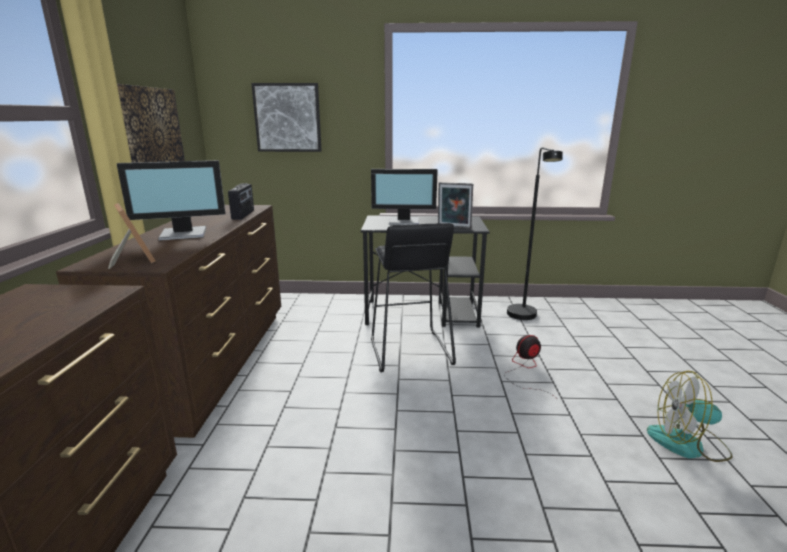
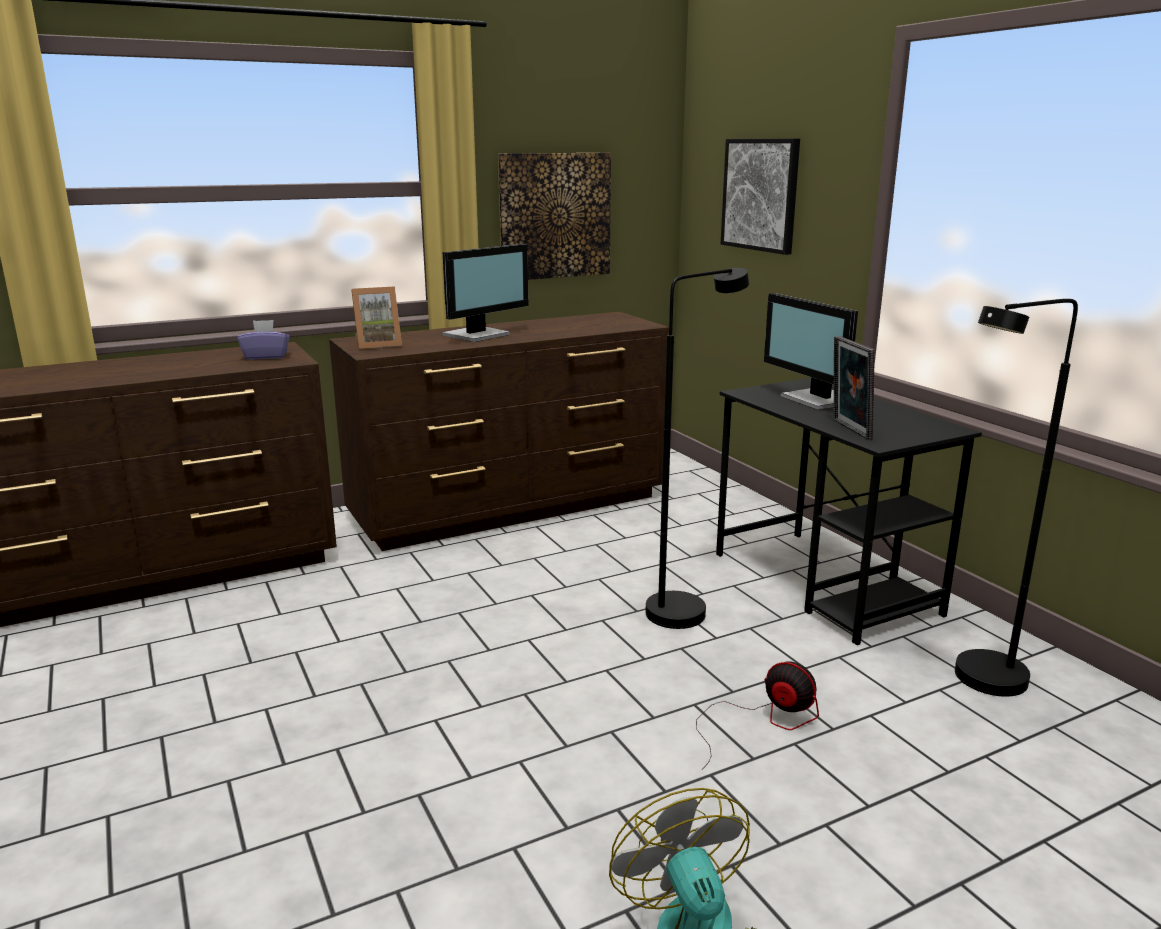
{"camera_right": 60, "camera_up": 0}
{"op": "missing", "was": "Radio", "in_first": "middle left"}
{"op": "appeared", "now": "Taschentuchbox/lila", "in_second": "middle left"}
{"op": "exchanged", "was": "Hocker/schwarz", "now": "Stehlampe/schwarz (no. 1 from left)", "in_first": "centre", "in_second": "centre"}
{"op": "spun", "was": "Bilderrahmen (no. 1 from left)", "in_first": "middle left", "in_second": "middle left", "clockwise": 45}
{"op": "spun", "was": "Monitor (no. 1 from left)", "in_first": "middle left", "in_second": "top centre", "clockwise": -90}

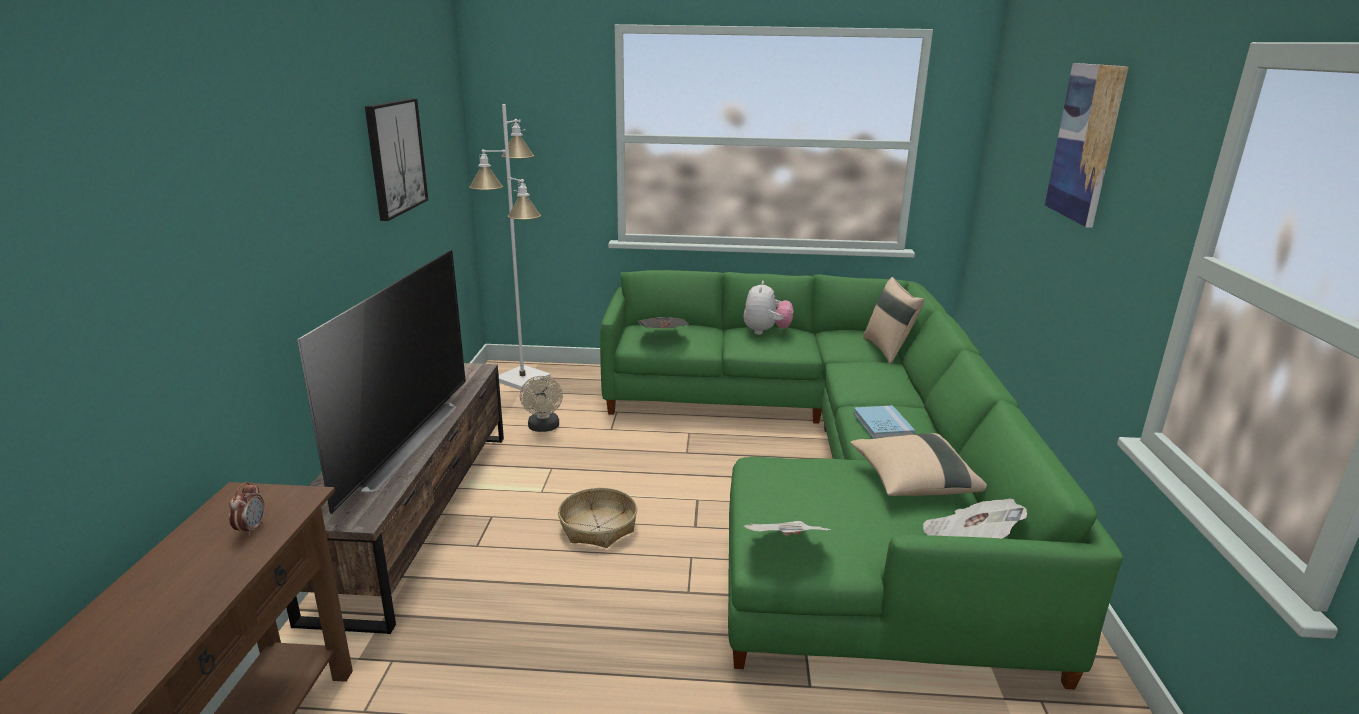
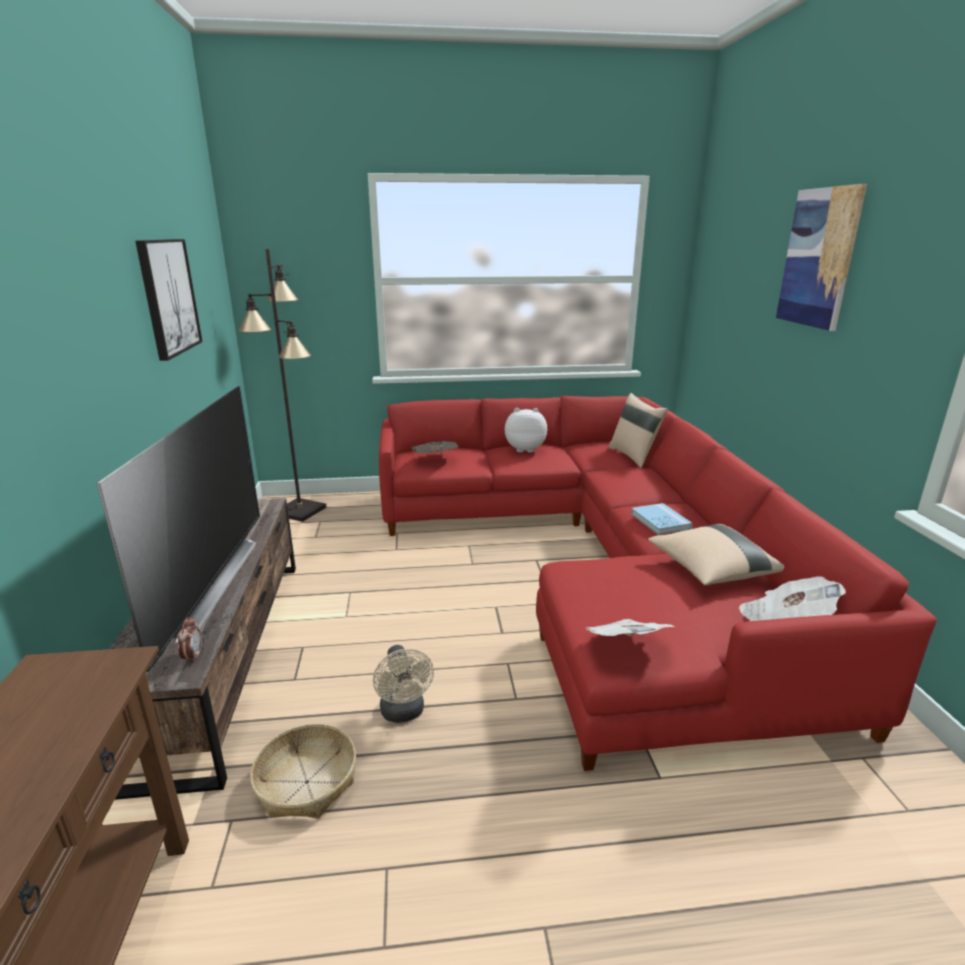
{"camera_right": -10, "camera_up": 0}
{"op": "relocated", "was": "Wecker", "in_first": "bottom left", "in_second": "middle left"}
{"op": "relocated", "was": "Ventilator/beige", "in_first": "centre", "in_second": "bottom centre"}
{"op": "relocated", "was": "Korb", "in_first": "bottom centre", "in_second": "bottom left"}
{"op": "colour", "was": "Stehlampe/weiß", "now": "Stehlampe/schwarz", "in_first": "centre", "in_second": "middle left"}
{"op": "colour", "was": "Sofa/grün", "now": "Sofa/rot", "in_first": "bottom centre", "in_second": "middle right"}
{"op": "spun", "was": "Plüschtier", "in_first": "centre", "in_second": "centre", "clockwise": -90}

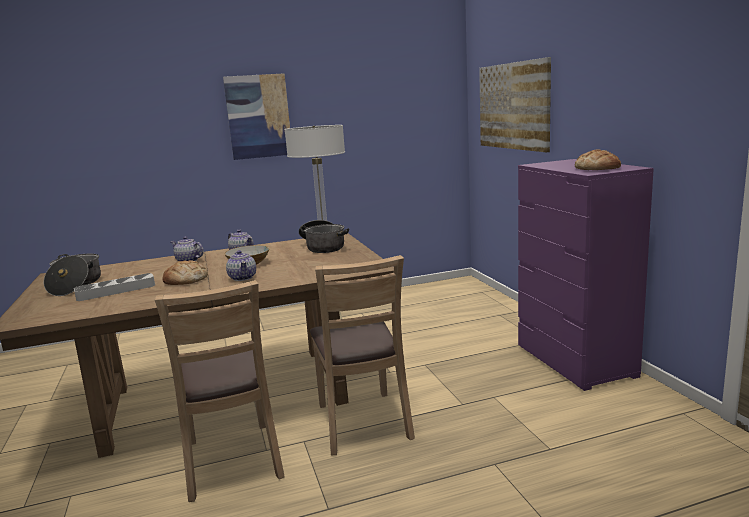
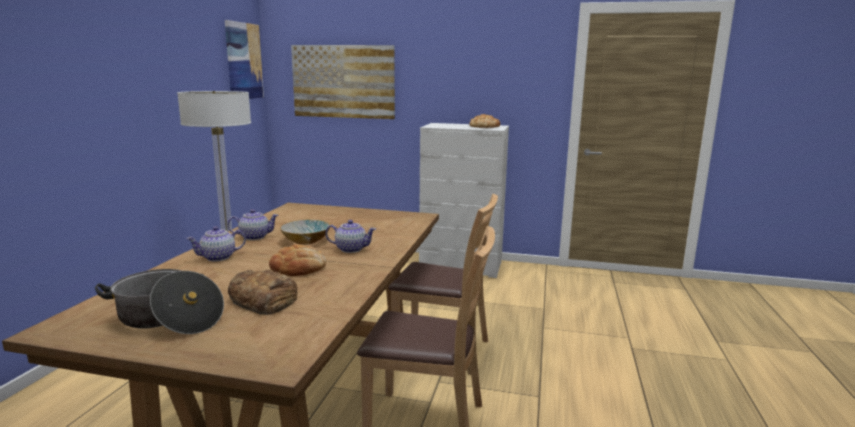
{"camera_right": -60, "camera_up": 0}
{"op": "missing", "was": "Kochtopf (no. 2 from left)", "in_first": "centre"}
{"op": "relocated", "was": "Bild (no. 1 from left)", "in_first": "top centre", "in_second": "top left"}
{"op": "exchanged", "was": "Tablett/grau", "now": "Brot (no. 1 from left)", "in_first": "middle left", "in_second": "bottom left"}
{"op": "colour", "was": "Kommode/lila", "now": "Kommode/weiß", "in_first": "middle right", "in_second": "centre"}

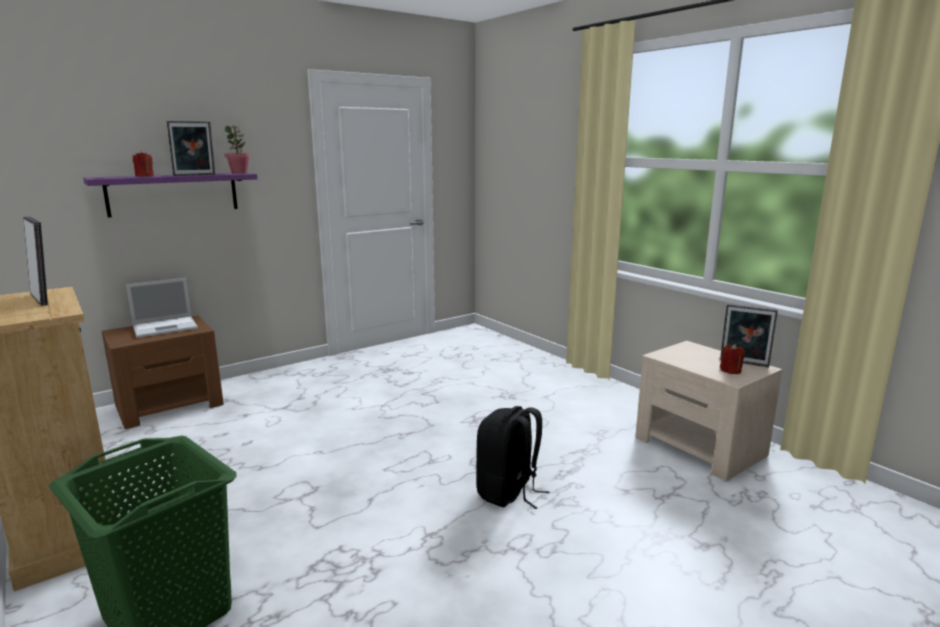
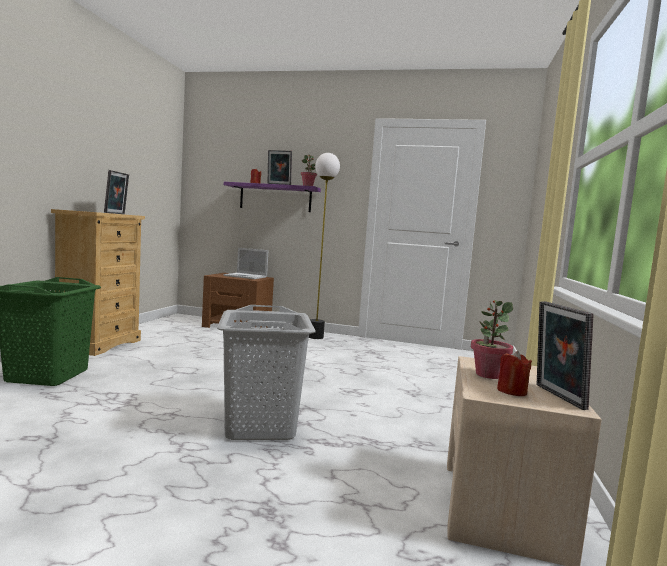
{"camera_right": 50, "camera_up": -10}
{"op": "appeared", "now": "Stehlampe", "in_second": "centre"}
{"op": "appeared", "now": "Topfpflanze (no. 2 from left)", "in_second": "middle right"}
{"op": "exchanged", "was": "Rucksack/schwarz", "now": "Wäschekorb/grau", "in_first": "bottom centre", "in_second": "centre"}

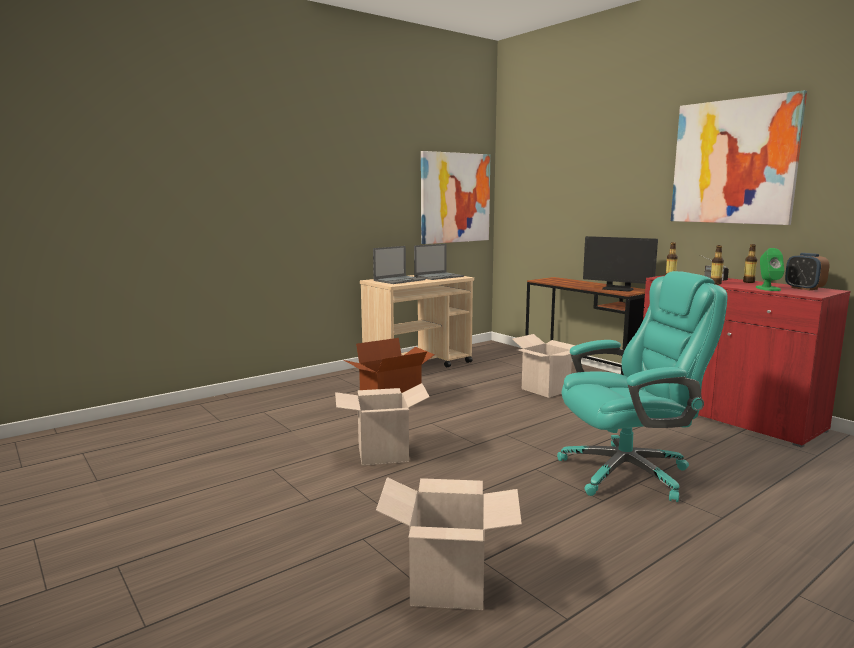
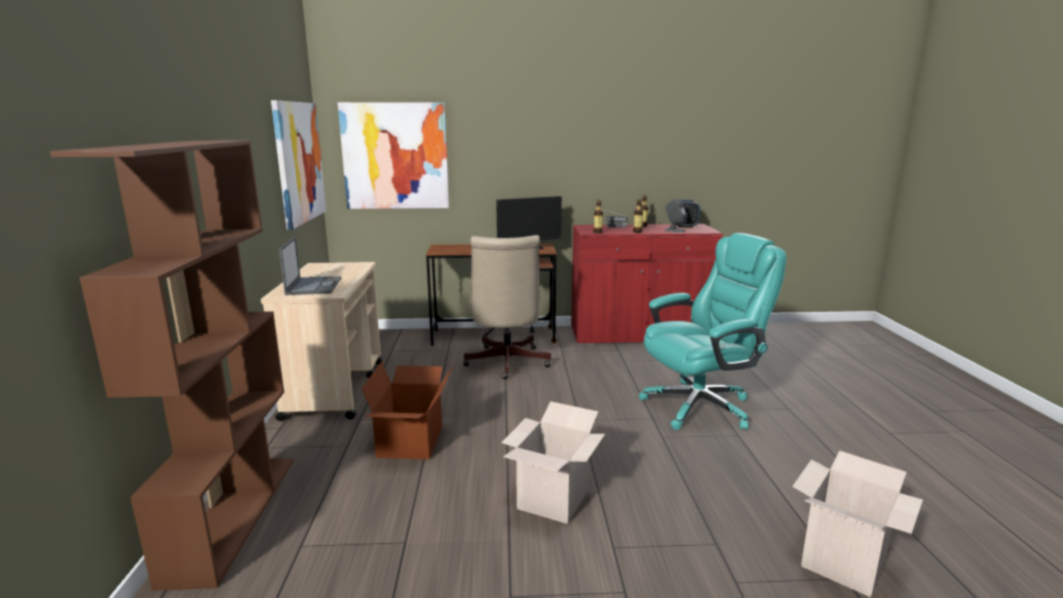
{"camera_right": -55, "camera_up": 5}
{"op": "missing", "was": "Laptop (no. 2 from left)", "in_first": "centre"}
{"op": "appeared", "now": "Bücherregal/braun", "in_second": "middle left"}
{"op": "relocated", "was": "Bild (no. 2 from left)", "in_first": "top right", "in_second": "top centre"}
{"op": "exchanged", "was": "Karton (no. 4 from left)", "now": "Bürostuhl/beige", "in_first": "centre", "in_second": "centre"}
{"op": "colour", "was": "Lautsprecher/grün", "now": "Lautsprecher/grau", "in_first": "middle right", "in_second": "centre"}
{"op": "spun", "was": "Bürostuhl/türkis", "in_first": "middle right", "in_second": "middle right", "clockwise": 45}

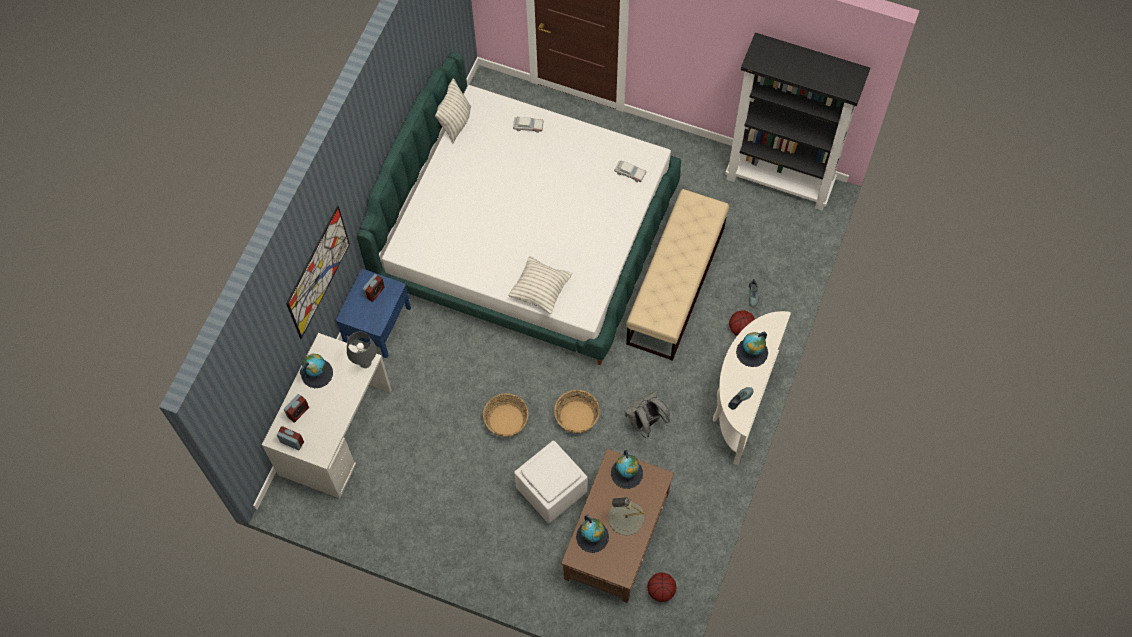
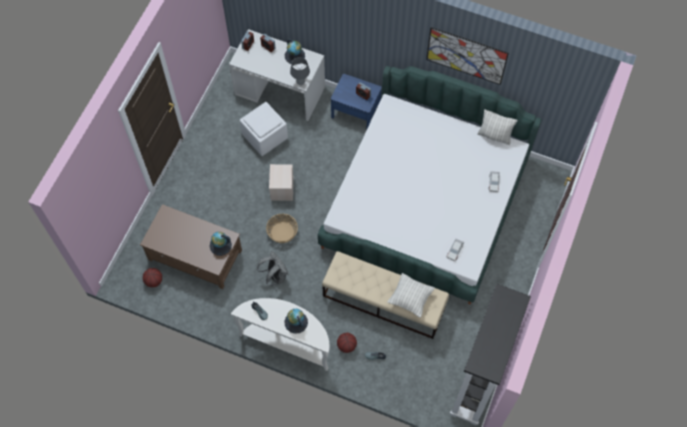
{"camera_right": 90, "camera_up": 0}
{"op": "missing", "was": "Globus (no. 2 from left)", "in_first": "bottom centre"}
{"op": "missing", "was": "Tischlampe/grau (no. 2 from left)", "in_first": "bottom centre"}
{"op": "relocated", "was": "Bild", "in_first": "middle left", "in_second": "top right"}
{"op": "relocated", "was": "Kissen (no. 2 from left in the first image)", "now": "Kissen (no. 1 from left)", "in_first": "centre", "in_second": "bottom centre"}
{"op": "relocated", "was": "Polsterhocker/weiß", "in_first": "bottom centre", "in_second": "top centre"}
{"op": "exchanged", "was": "Korb (no. 1 from left)", "now": "Aufbewahrungsbox/beige", "in_first": "centre", "in_second": "centre"}

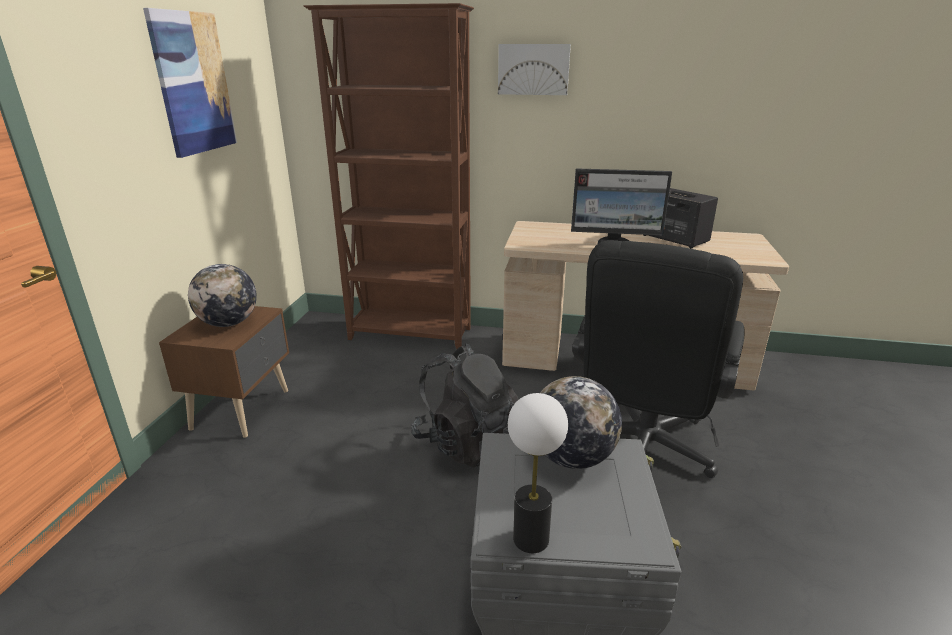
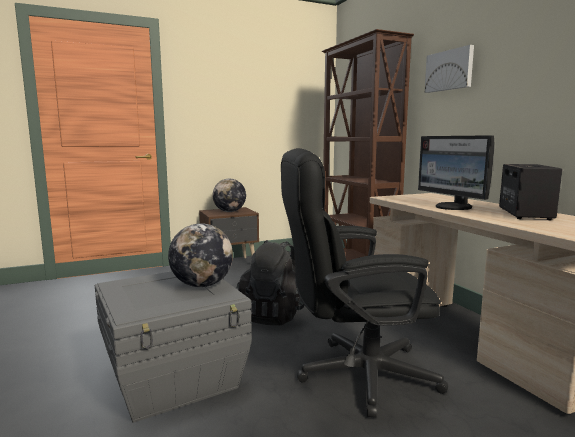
{"camera_right": 55, "camera_up": -15}
{"op": "missing", "was": "Bild (no. 1 from left)", "in_first": "top left"}
{"op": "missing", "was": "Tischlampe", "in_first": "bottom centre"}

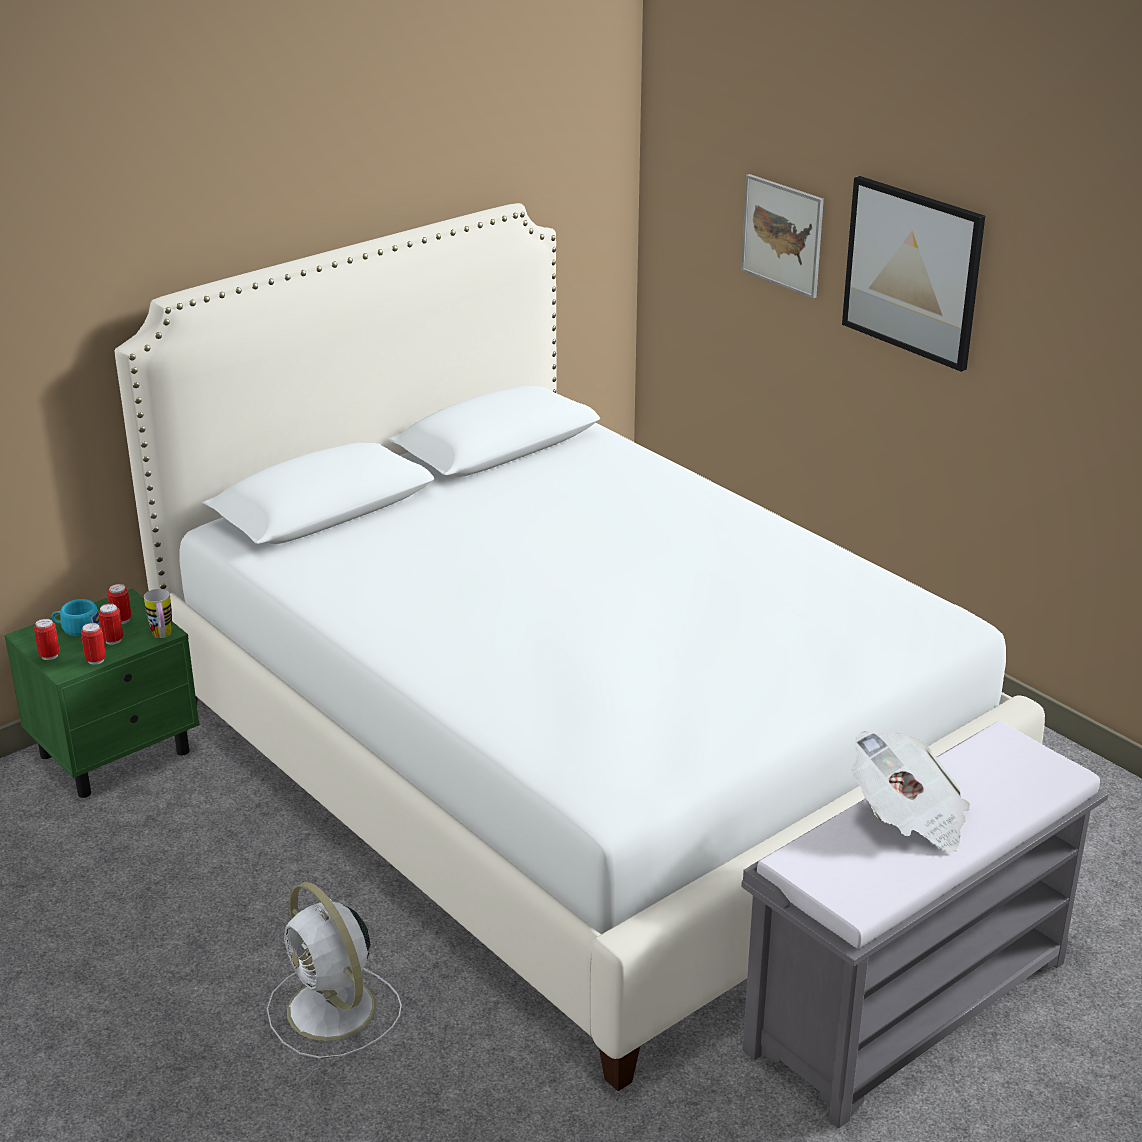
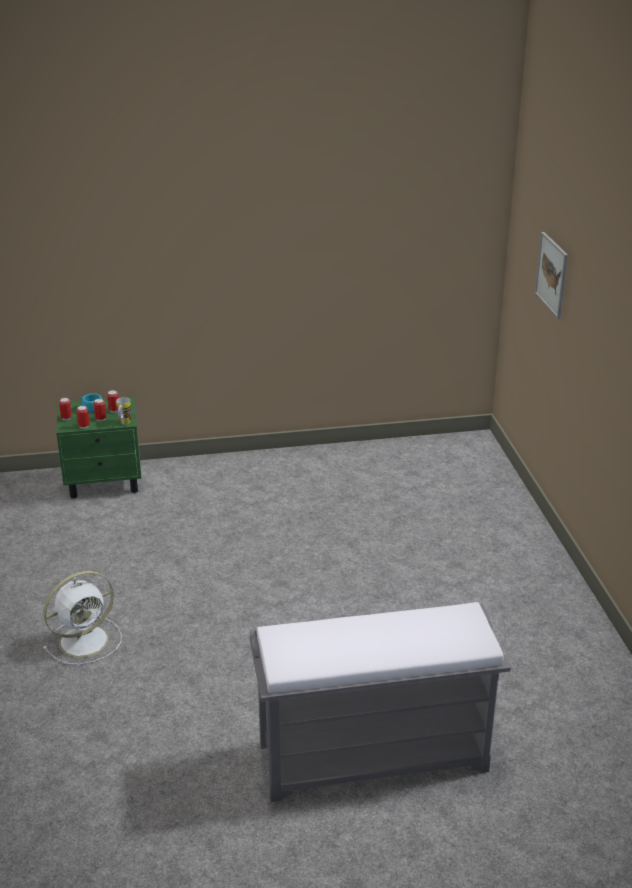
{"camera_right": 30, "camera_up": 0}
{"op": "missing", "was": "Bett/weiß", "in_first": "centre"}
{"op": "missing", "was": "Bild (no. 2 from left)", "in_first": "top right"}
{"op": "missing", "was": "Zeitung", "in_first": "bottom right"}
{"op": "spun", "was": "Ventilator/weiß", "in_first": "bottom left", "in_second": "bottom left", "clockwise": -120}

